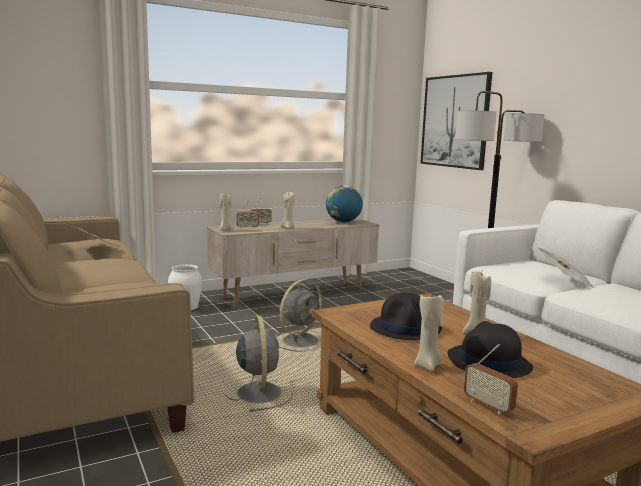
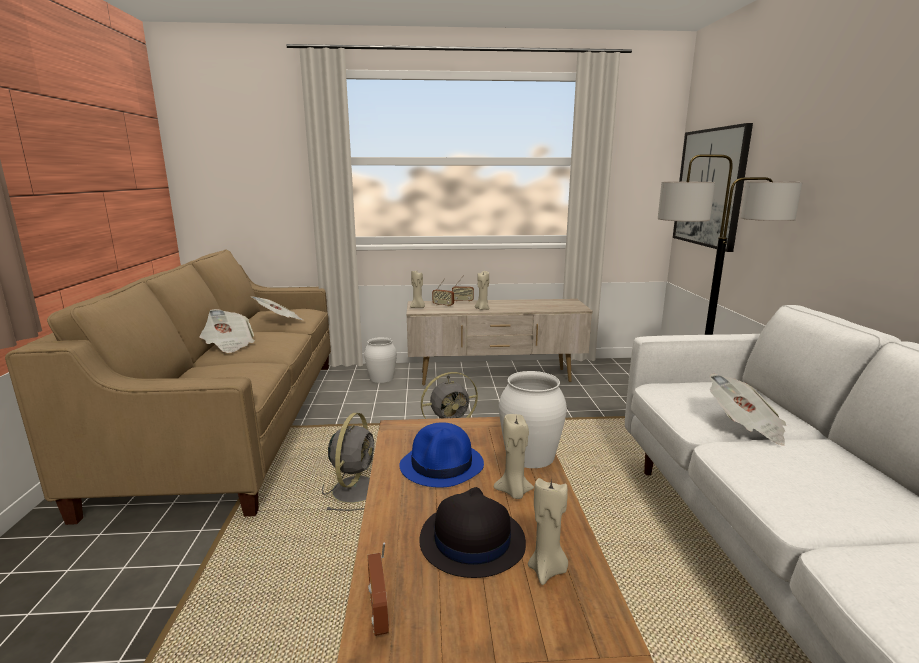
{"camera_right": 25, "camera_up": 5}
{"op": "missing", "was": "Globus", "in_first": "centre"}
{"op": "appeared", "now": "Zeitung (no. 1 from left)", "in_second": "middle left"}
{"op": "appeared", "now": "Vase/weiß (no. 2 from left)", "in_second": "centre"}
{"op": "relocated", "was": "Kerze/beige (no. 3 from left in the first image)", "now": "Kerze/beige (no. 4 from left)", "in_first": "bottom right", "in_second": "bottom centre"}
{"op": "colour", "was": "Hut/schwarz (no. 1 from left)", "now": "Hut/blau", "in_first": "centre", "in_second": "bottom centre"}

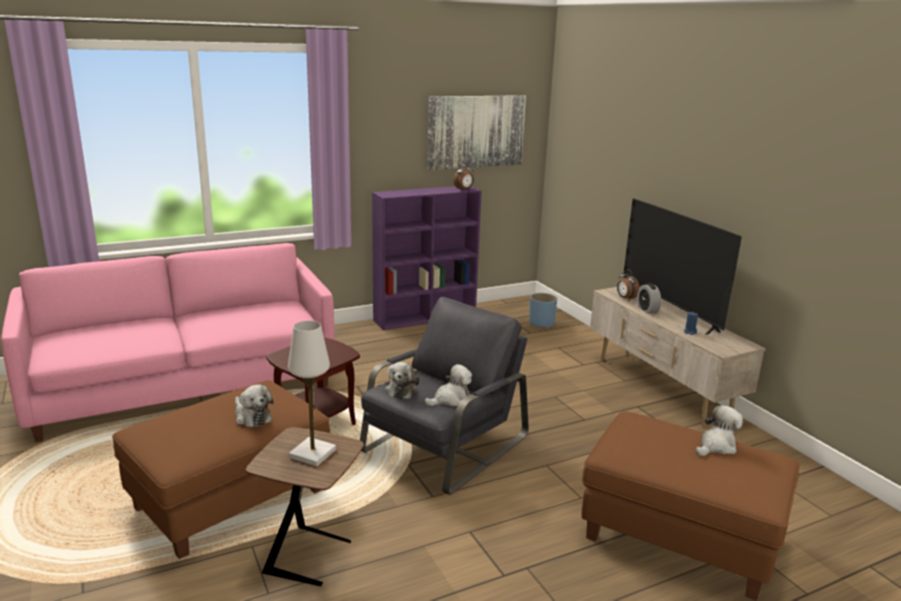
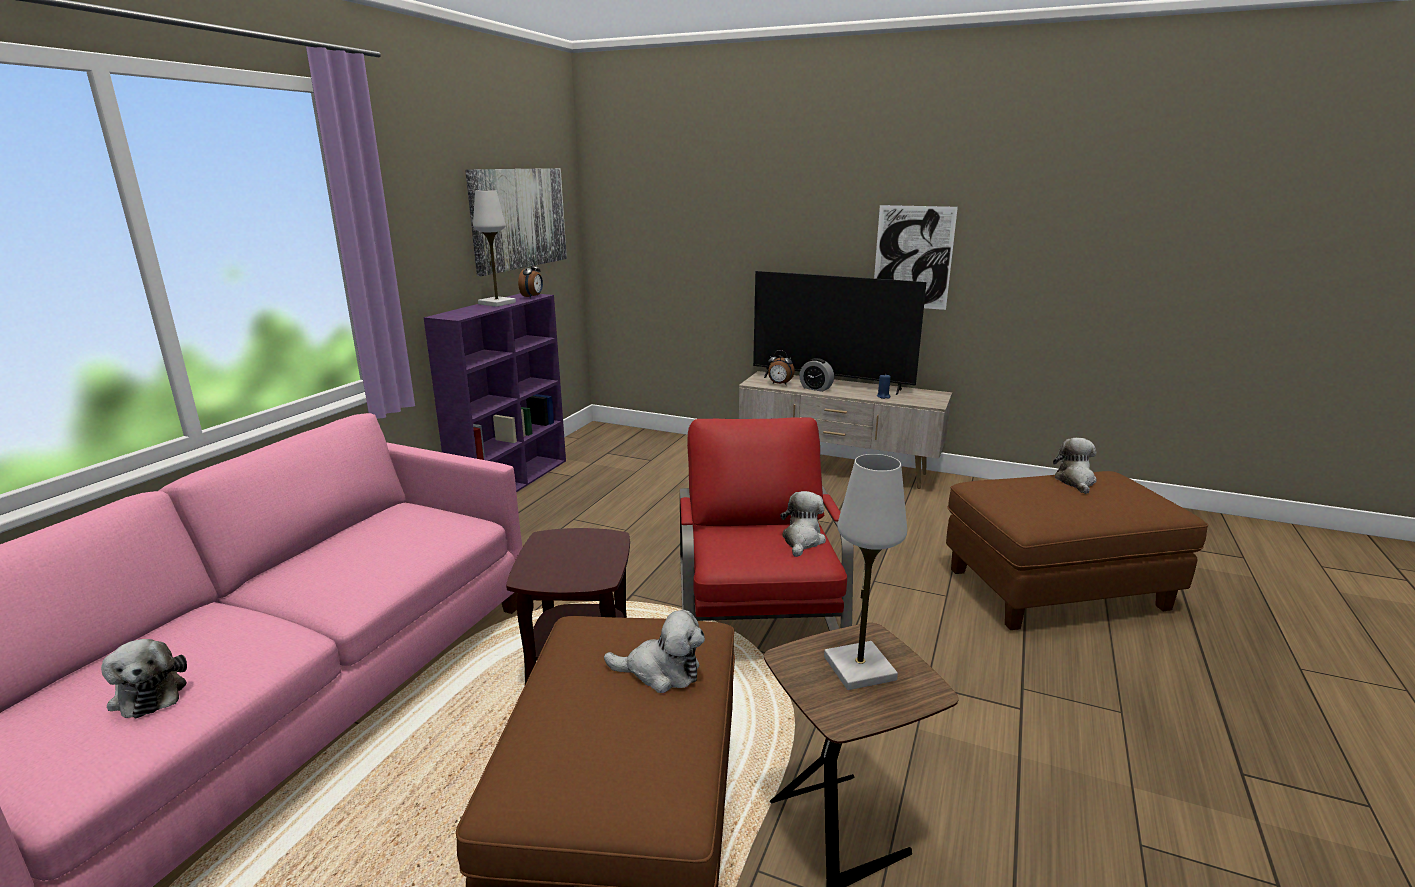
{"camera_right": -40, "camera_up": 0}
{"op": "missing", "was": "Pflanzkübel/blau", "in_first": "centre"}
{"op": "appeared", "now": "Tischlampe/weiß (no. 1 from left)", "in_second": "top centre"}
{"op": "appeared", "now": "Bild (no. 2 from left)", "in_second": "top centre"}
{"op": "relocated", "was": "Plüschtier (no. 2 from left in the first image)", "now": "Plüschtier (no. 1 from left)", "in_first": "centre", "in_second": "bottom left"}
{"op": "colour", "was": "Sessel/grau", "now": "Sessel/rot", "in_first": "centre", "in_second": "centre"}

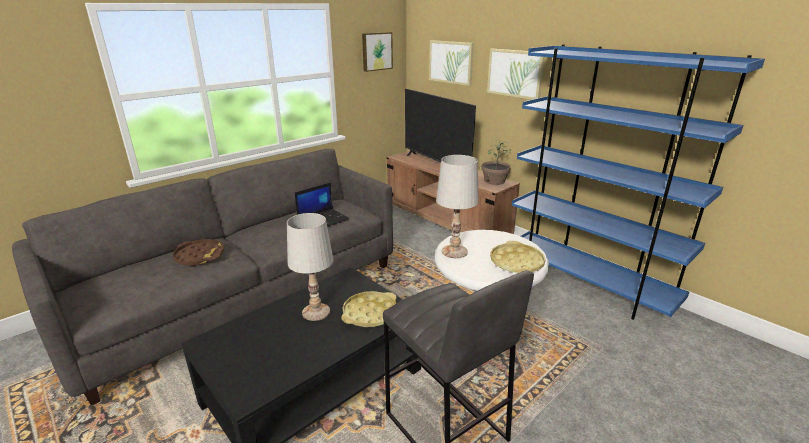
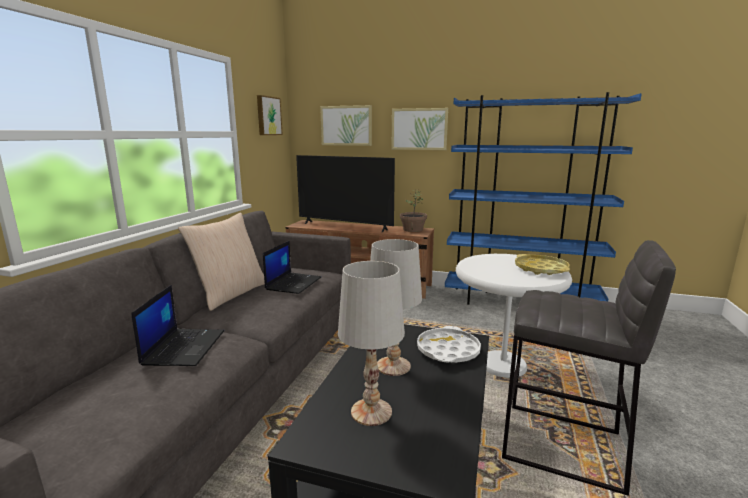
{"camera_right": -30, "camera_up": -10}
{"op": "appeared", "now": "Kissen/beige", "in_second": "middle left"}
{"op": "relocated", "was": "Tischlampe/weiß (no. 2 from left in the first image)", "now": "Tischlampe/weiß (no. 1 from left)", "in_first": "centre", "in_second": "bottom centre"}
{"op": "exchanged", "was": "Tablett/braun", "now": "Laptop (no. 1 from left)", "in_first": "middle left", "in_second": "middle left"}
{"op": "colour", "was": "Tablett/gelb (no. 1 from left)", "now": "Tablett/weiß", "in_first": "bottom centre", "in_second": "bottom centre"}

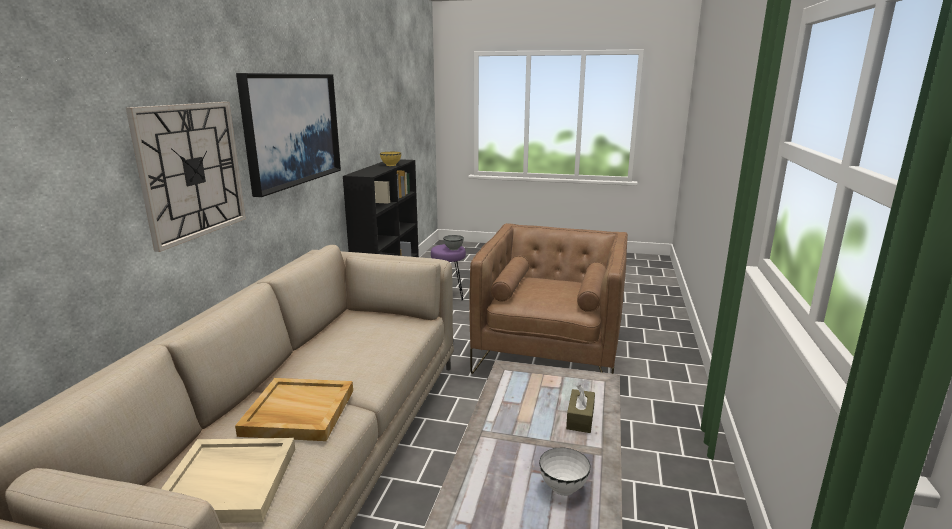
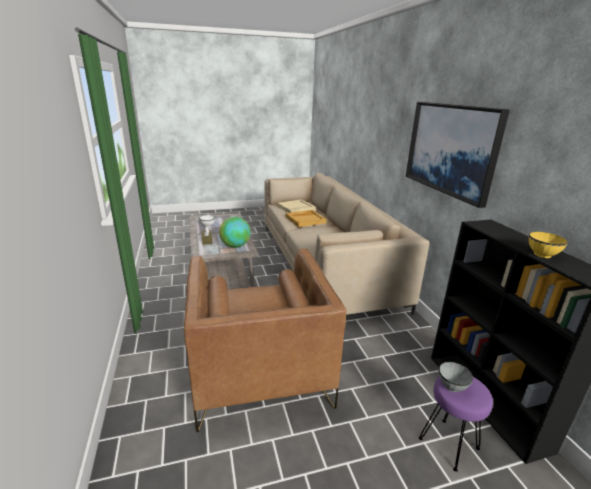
{"camera_right": 150, "camera_up": 5}
{"op": "missing", "was": "Wanduhr", "in_first": "middle left"}
{"op": "appeared", "now": "Globus", "in_second": "centre"}

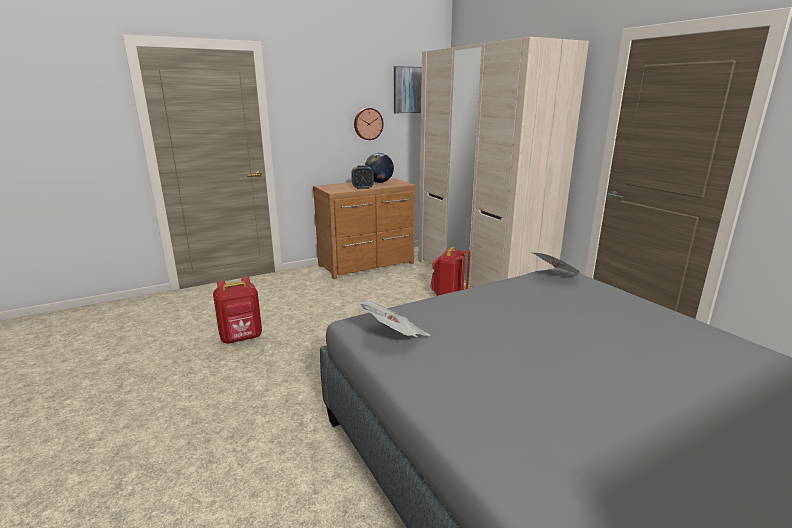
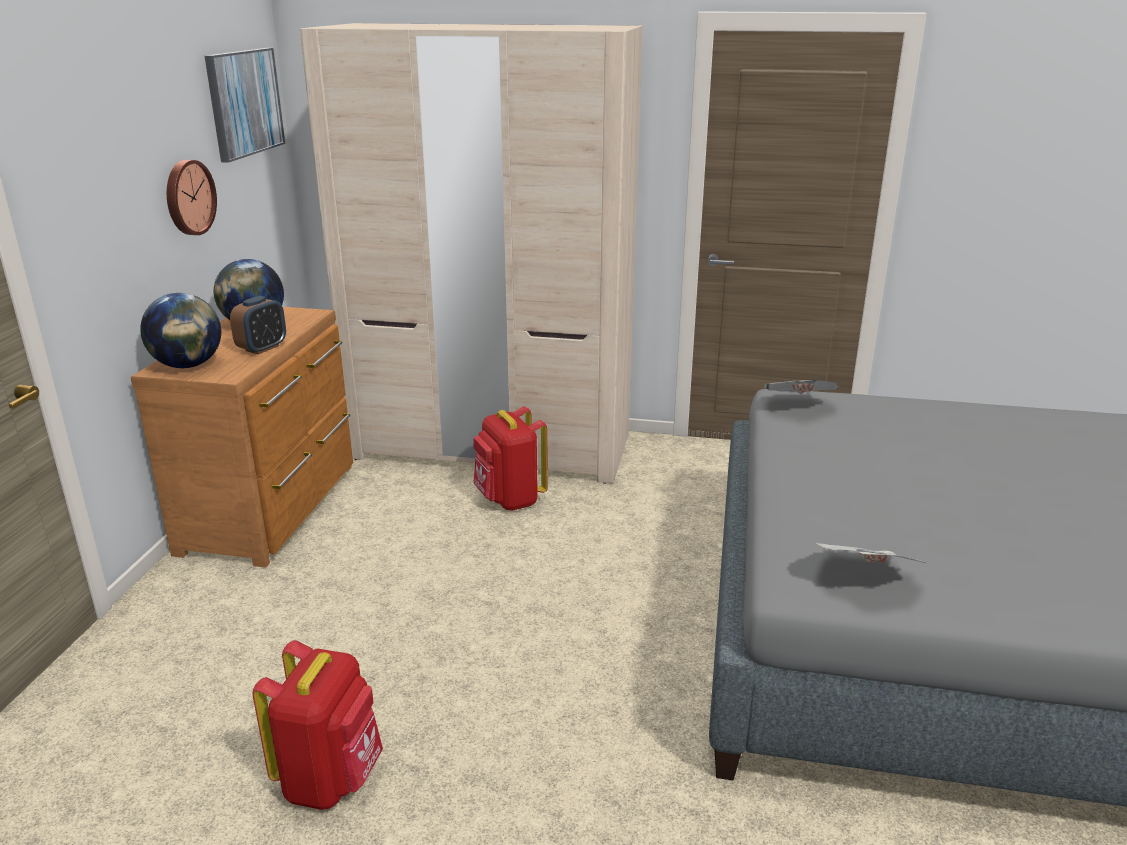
{"camera_right": -50, "camera_up": 5}
{"op": "appeared", "now": "Globus (no. 1 from left)", "in_second": "middle left"}

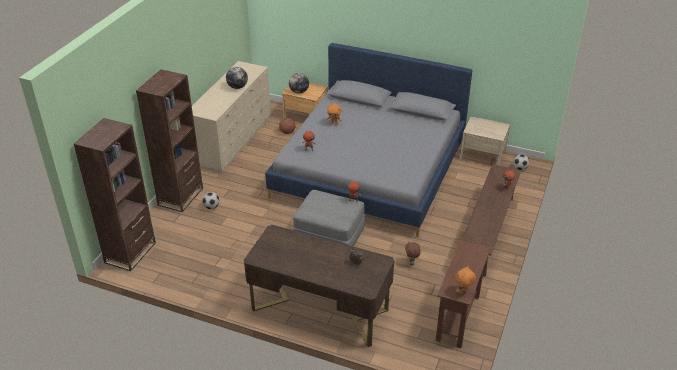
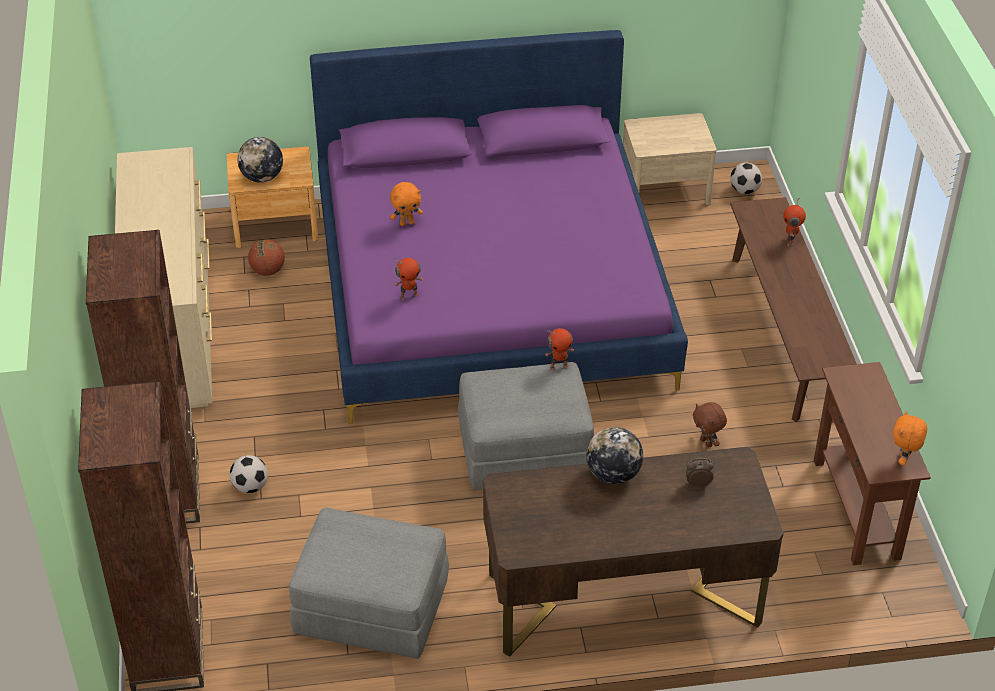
{"camera_right": -30, "camera_up": 5}
{"op": "appeared", "now": "Polsterhocker/grau (no. 1 from left)", "in_second": "bottom centre"}
{"op": "relocated", "was": "Globus (no. 1 from left in the first image)", "now": "Globus (no. 2 from left)", "in_first": "top centre", "in_second": "centre"}
{"op": "colour", "was": "Bett/grau", "now": "Bett/lila", "in_first": "centre", "in_second": "top centre"}

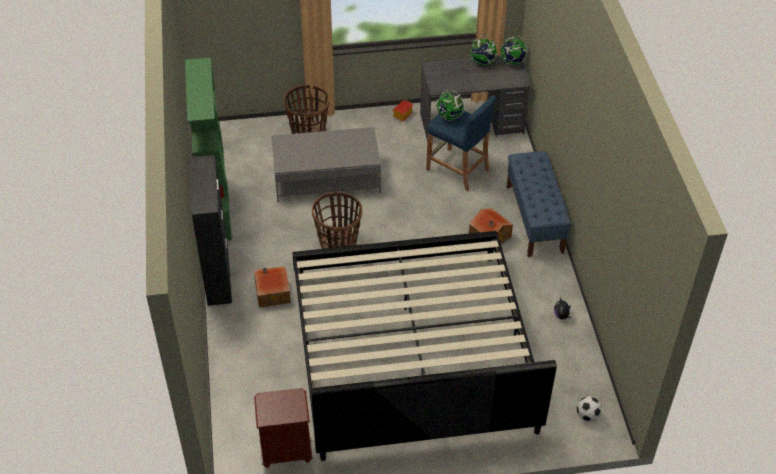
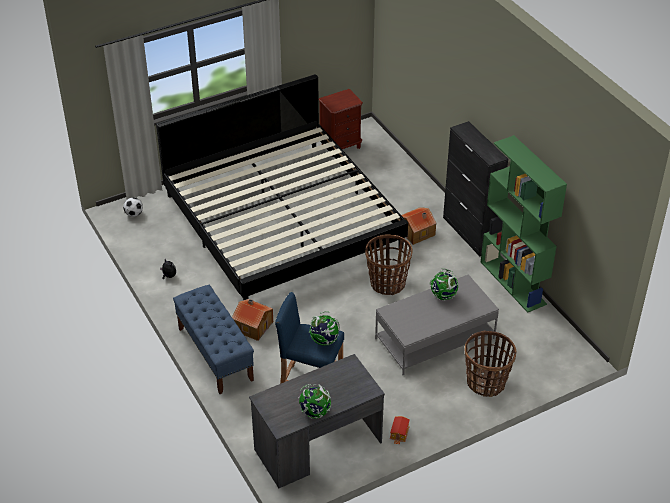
{"camera_right": 160, "camera_up": -5}
{"op": "relocated", "was": "Globus (no. 3 from left)", "in_first": "top centre", "in_second": "centre"}

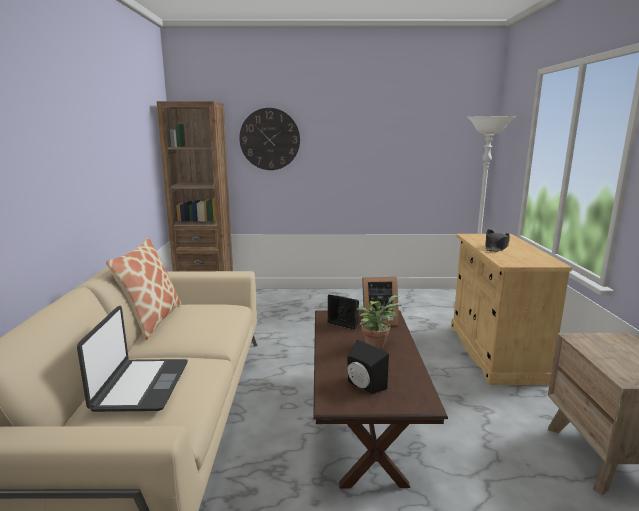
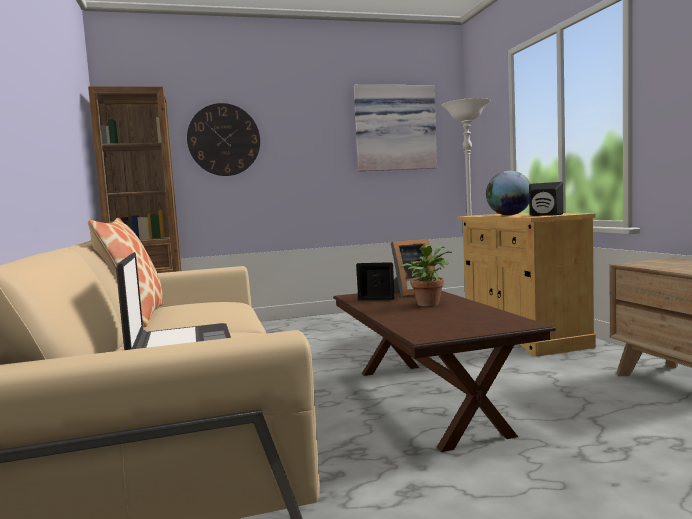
{"camera_right": -15, "camera_up": -10}
{"op": "appeared", "now": "Bild", "in_second": "top centre"}
{"op": "relocated", "was": "Lautsprecher/schwarz (no. 2 from left)", "in_first": "bottom centre", "in_second": "middle right"}
{"op": "exchanged", "was": "Hut/schwarz", "now": "Globus", "in_first": "middle right", "in_second": "middle right"}

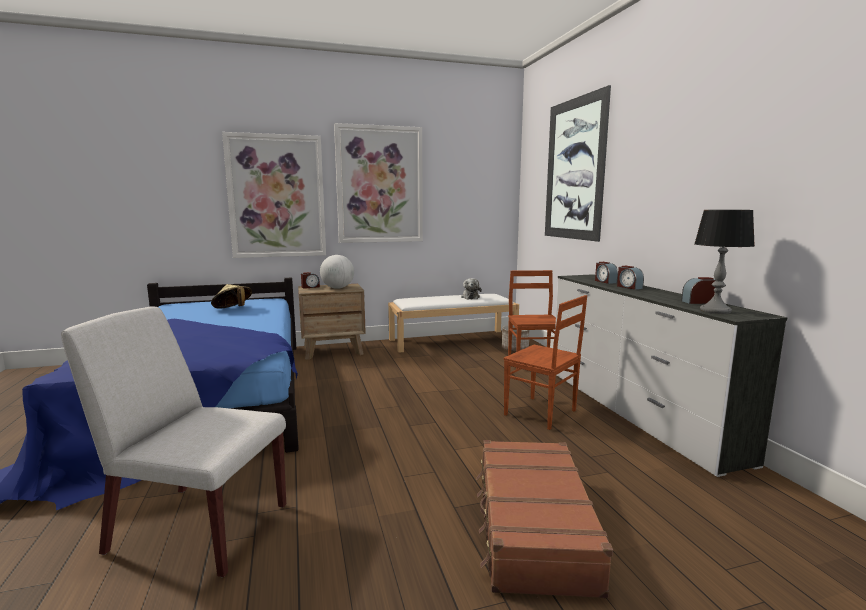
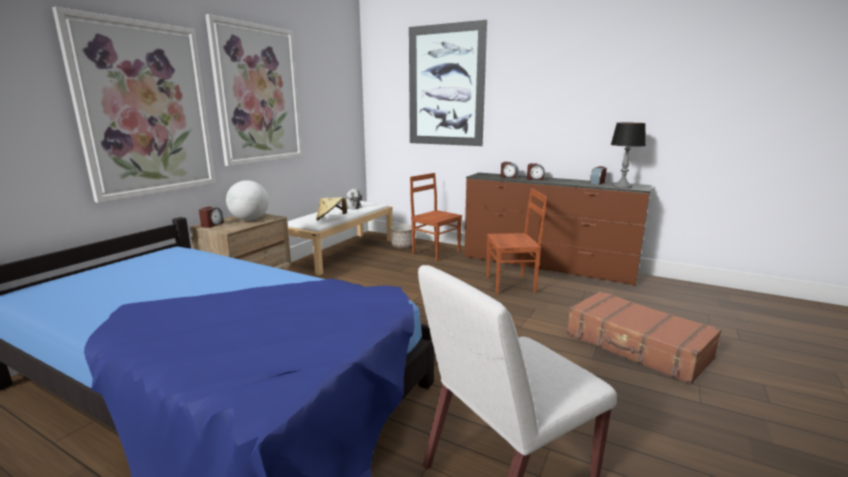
{"camera_right": -45, "camera_up": 5}
{"op": "relocated", "was": "Hut/beige", "in_first": "middle left", "in_second": "centre"}
{"op": "colour", "was": "Kommode/weiß", "now": "Kommode/braun", "in_first": "middle right", "in_second": "centre"}

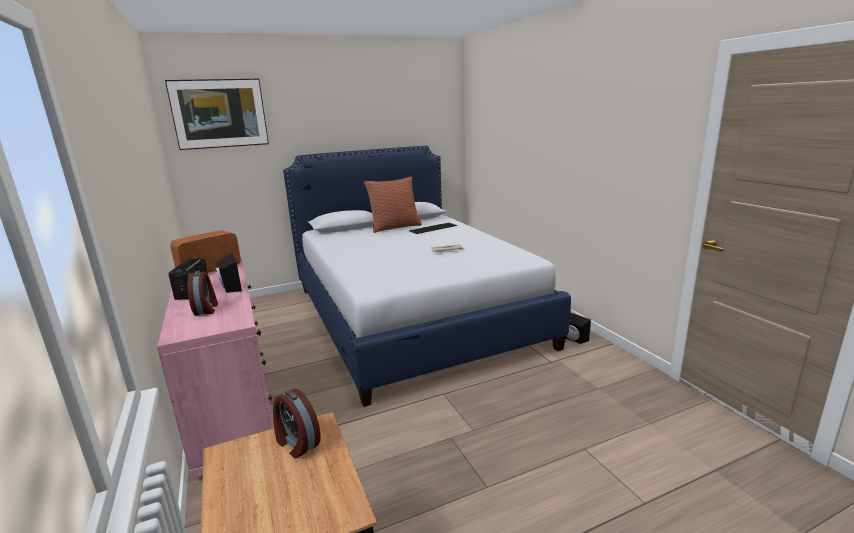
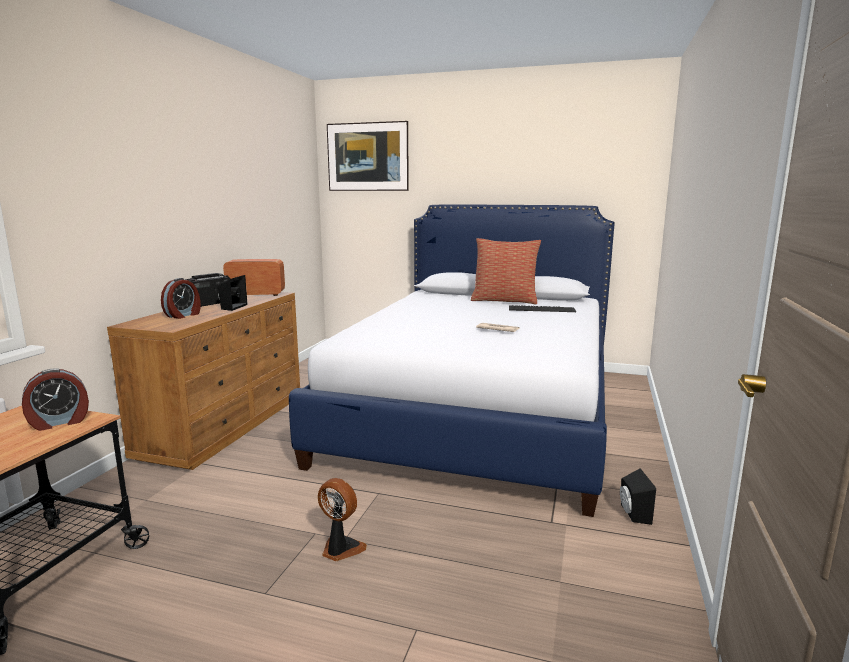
{"camera_right": 40, "camera_up": -5}
{"op": "appeared", "now": "Ventilator", "in_second": "bottom centre"}
{"op": "colour", "was": "Kommode/rosa", "now": "Kommode/braun", "in_first": "bottom left", "in_second": "middle left"}
{"op": "spun", "was": "Wecker (no. 2 from left in the first image)", "in_first": "bottom centre", "in_second": "middle left", "clockwise": -120}

